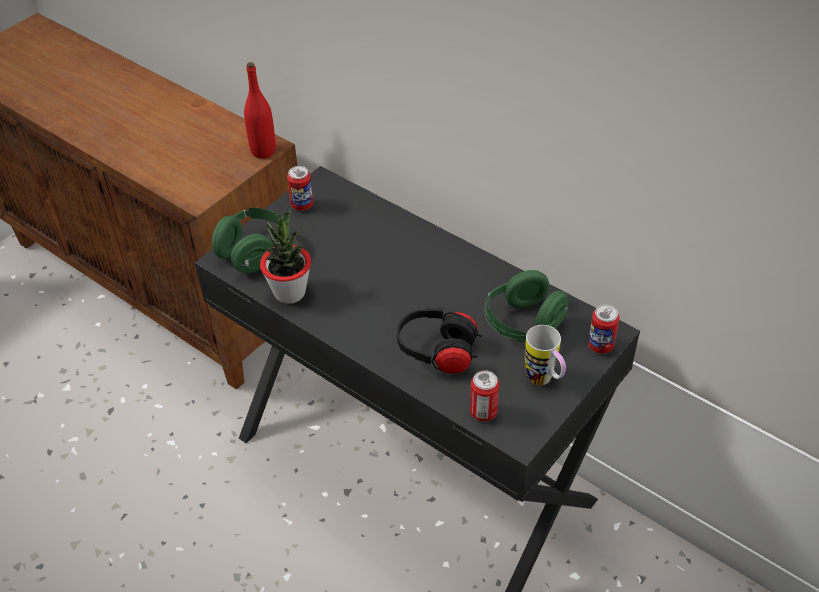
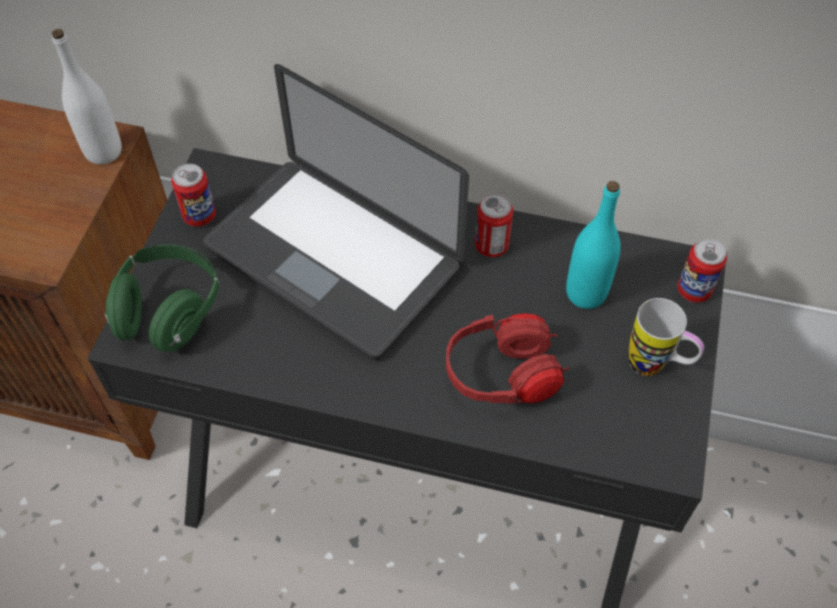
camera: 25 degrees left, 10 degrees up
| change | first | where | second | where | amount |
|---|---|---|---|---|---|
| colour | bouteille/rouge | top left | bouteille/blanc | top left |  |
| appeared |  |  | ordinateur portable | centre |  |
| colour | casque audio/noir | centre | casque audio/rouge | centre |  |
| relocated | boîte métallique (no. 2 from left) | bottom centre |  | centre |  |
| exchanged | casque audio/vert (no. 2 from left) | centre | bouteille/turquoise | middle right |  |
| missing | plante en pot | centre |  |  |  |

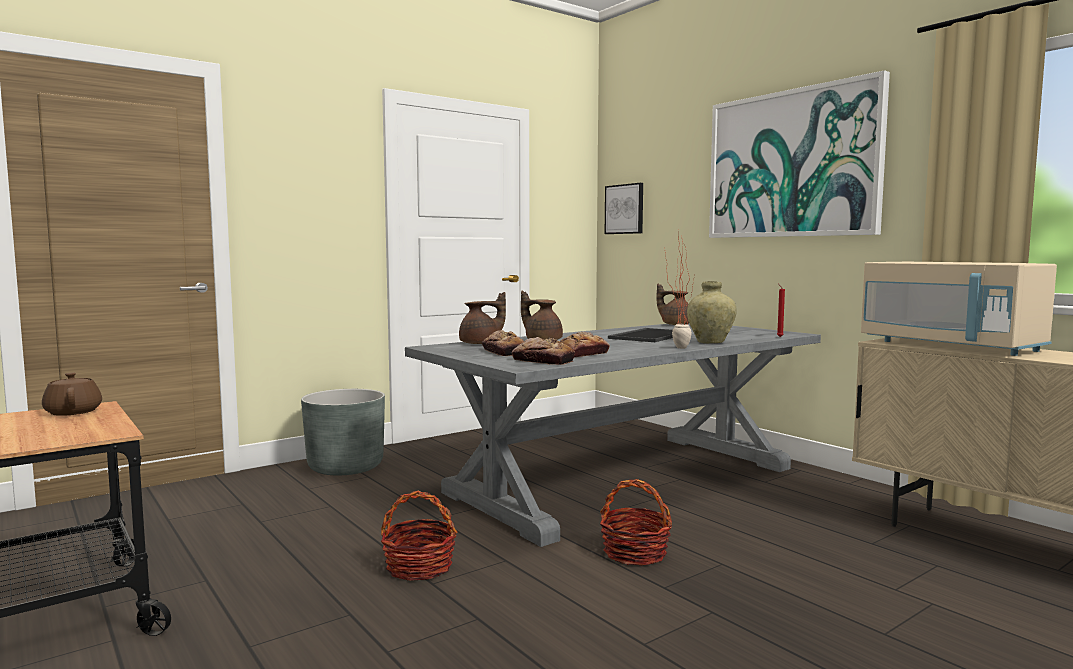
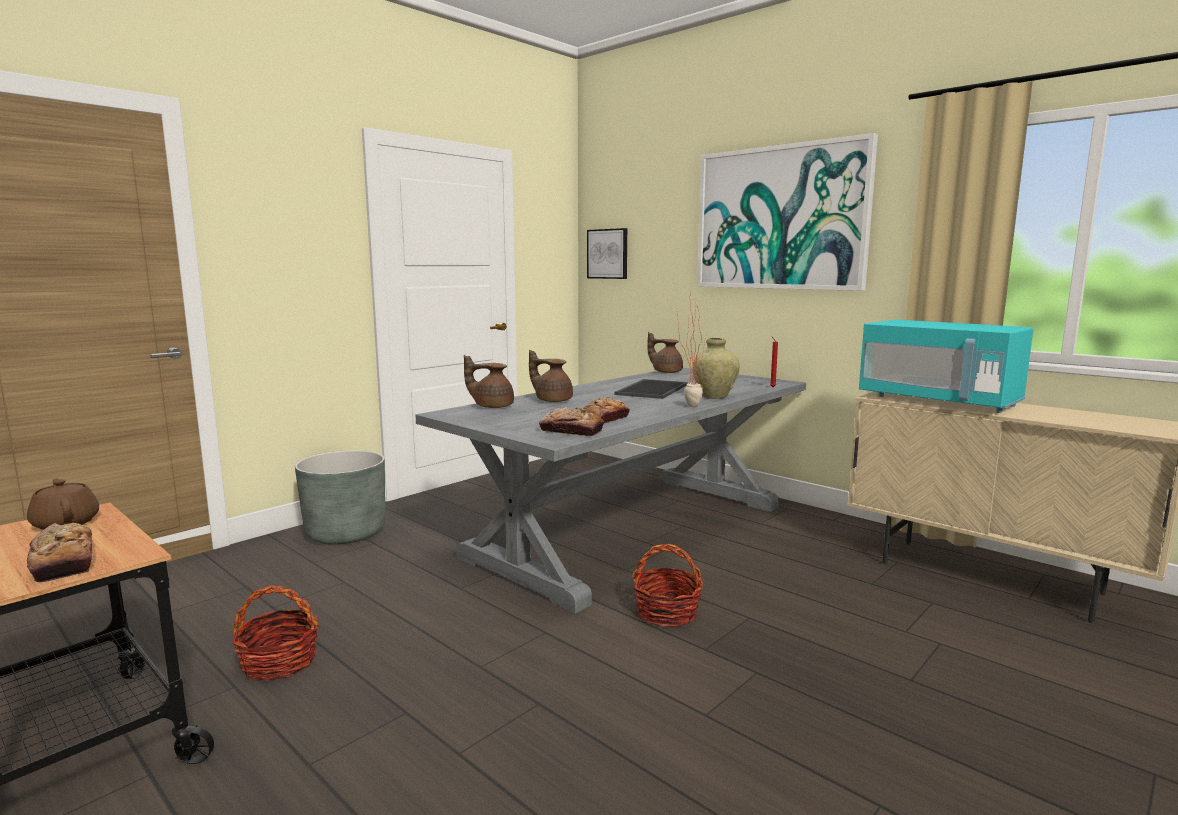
camera: 10 degrees left, 5 degrees up
| change | first | where | second | where | amount |
|---|---|---|---|---|---|
| relocated | pain (no. 1 from left) | centre |  | bottom left |  |
| relocated | panier (no. 1 from left) | bottom centre |  | bottom left |  |
| spun | théière/marron (no. 2 from left) | centre |  | centre | 150 degrees counterclockwise |
| colour | micro-ondes/beige | middle right | micro-ondes/turquoise | middle right |  |

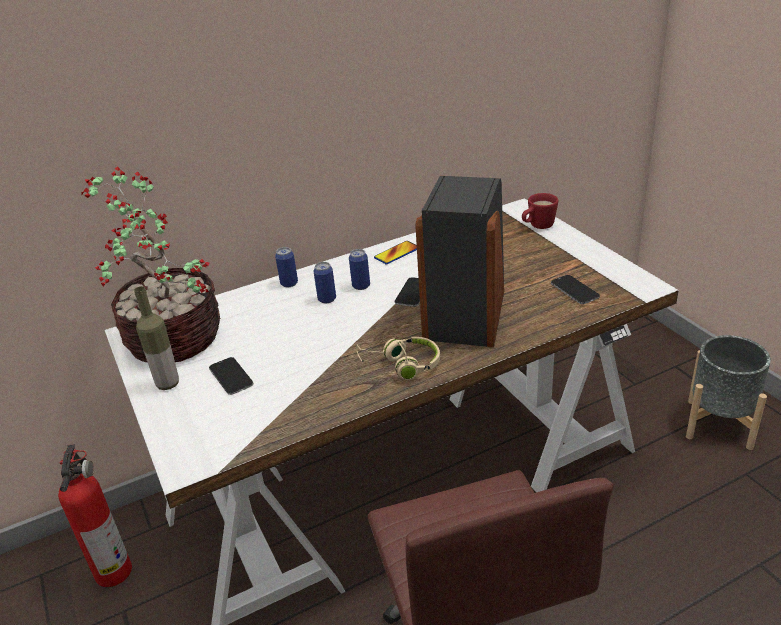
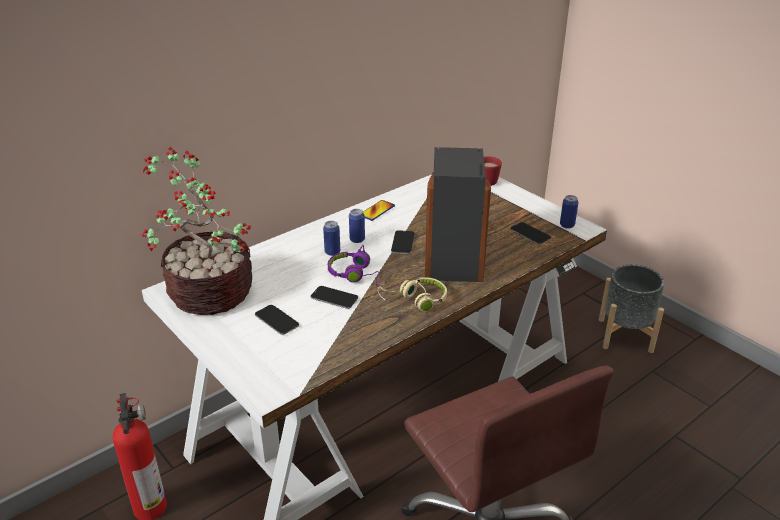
camera: 15 degrees left, 0 degrees up
| change | first | where | second | where | amount |
|---|---|---|---|---|---|
| appeared |  |  | téléphone (no. 2 from left) | centre |  |
| appeared |  |  | casque audio/violet | centre |  |
| relocated | boîte métallique (no. 1 from left in the first image) | centre | boîte métallique (no. 3 from left) | middle right |  |
| missing | bouteille | middle left |  |  |  |

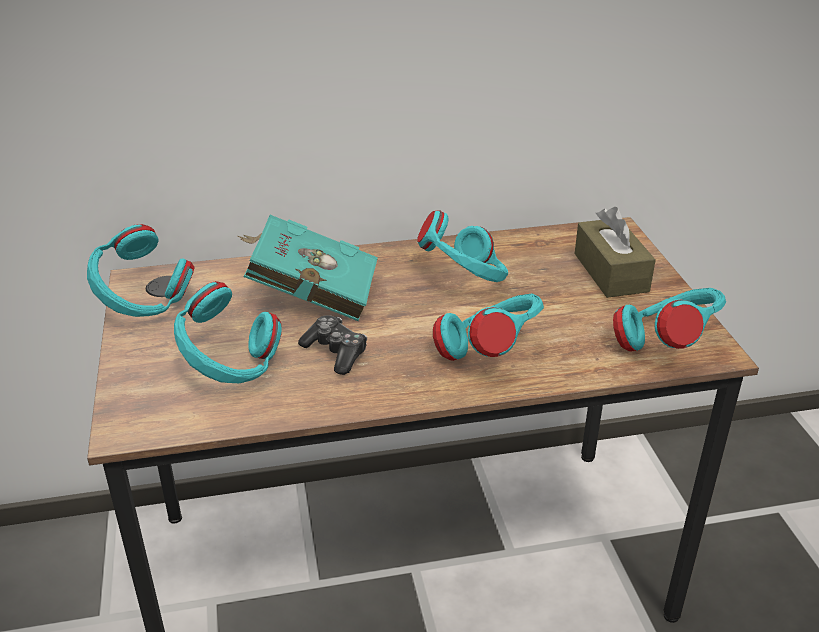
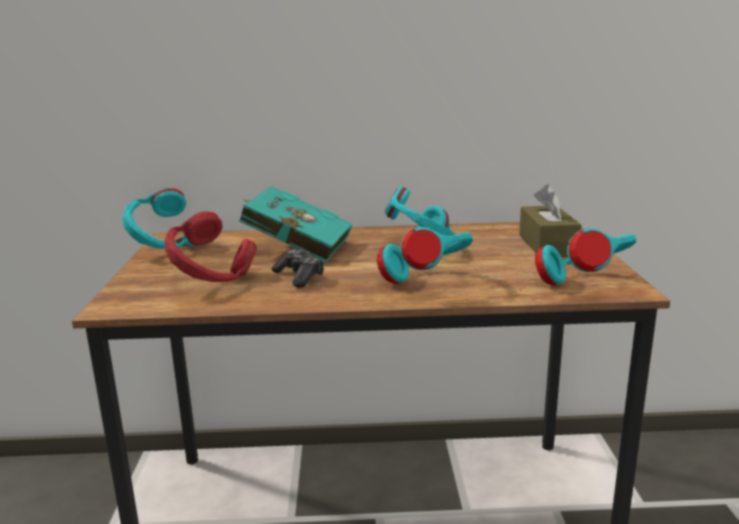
camera: 10 degrees right, 15 degrees down
| change | first | where | second | where | amount |
|---|---|---|---|---|---|
| colour | casque audio/turquoise (no. 2 from left) | middle left | casque audio/rouge | middle left |  |

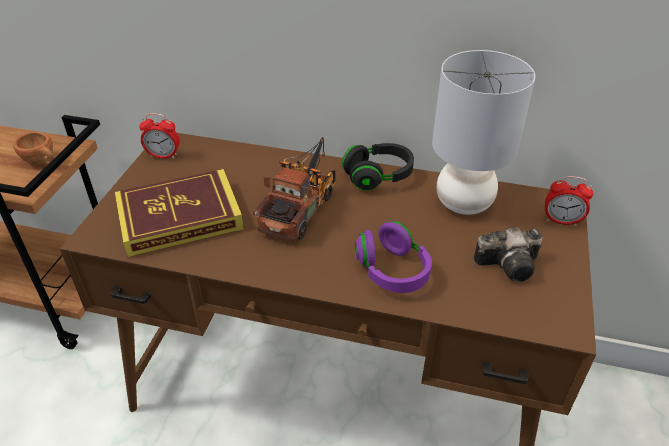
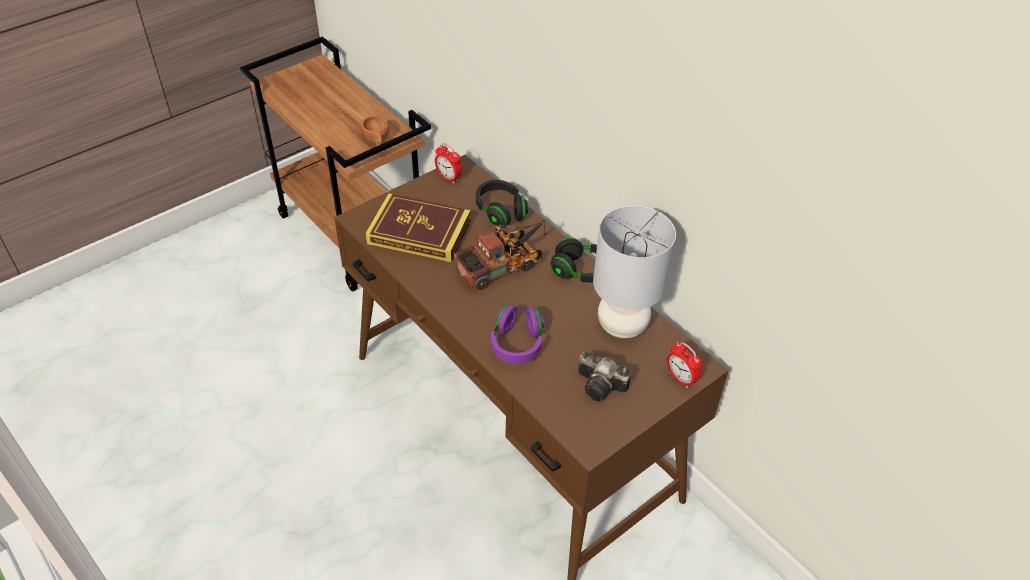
camera: 35 degrees right, 5 degrees up
| change | first | where | second | where | amount |
|---|---|---|---|---|---|
| appeared |  |  | casque audio/noir (no. 1 from left) | centre |  |

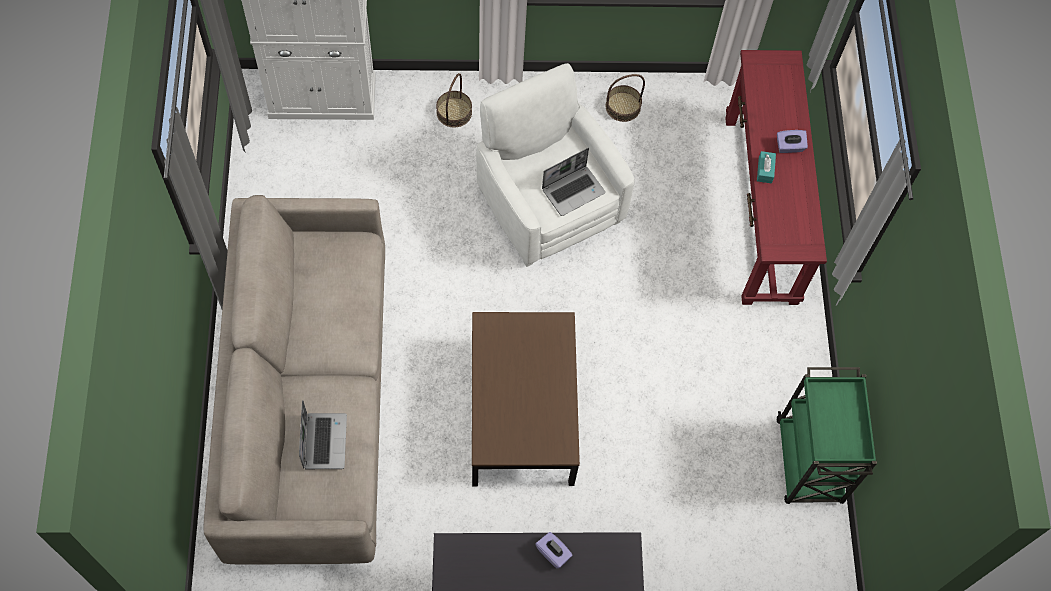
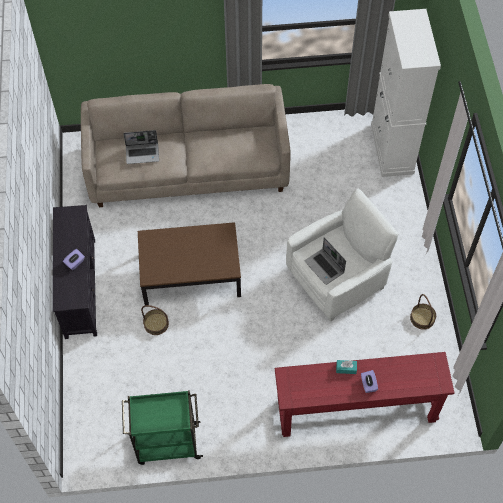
camera: 90 degrees right, 5 degrees down
| change | first | where | second | where | amount |
|---|---|---|---|---|---|
| relocated | panier (no. 1 from left) | top centre |  | middle left |  |

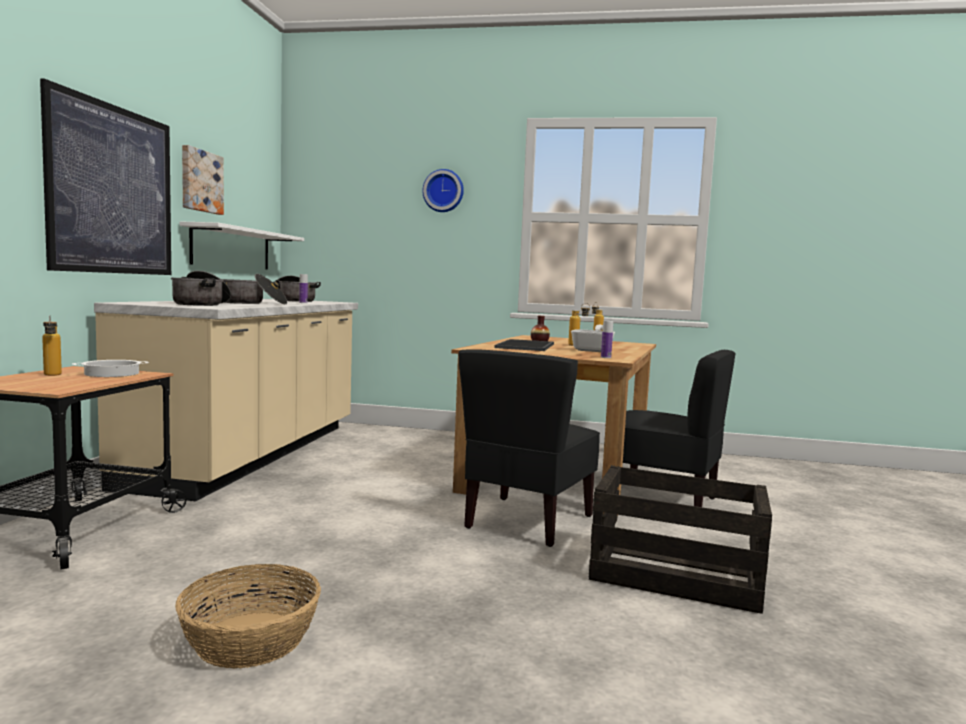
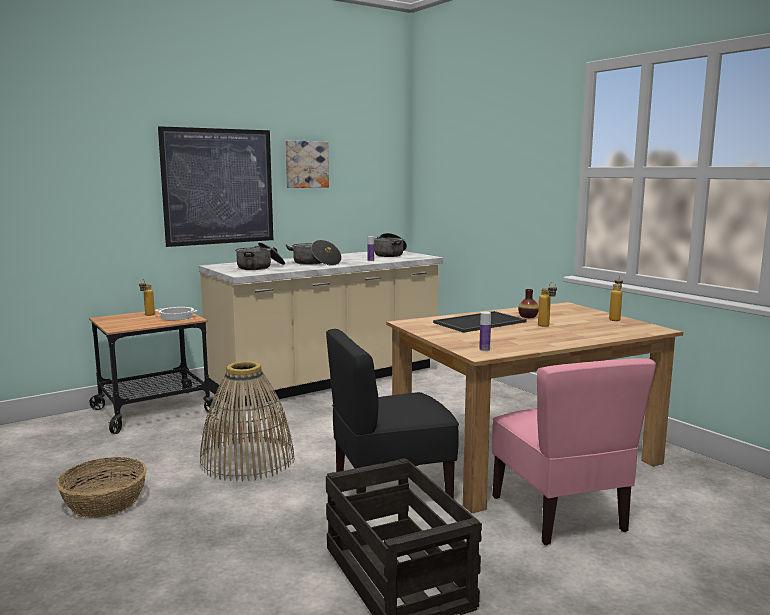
camera: 45 degrees right, 5 degrees up
| change | first | where | second | where | amount |
|---|---|---|---|---|---|
| appeared |  |  | panier (no. 2 from left) | bottom left |  |
| colour | chaise/noir (no. 2 from left) | middle right | chaise/rose | bottom right |  |
| missing | étagère/blanc | middle left |  |  |  |
| missing | horloge murale | top centre |  |  |  |
| missing | poêle | centre |  |  |  |

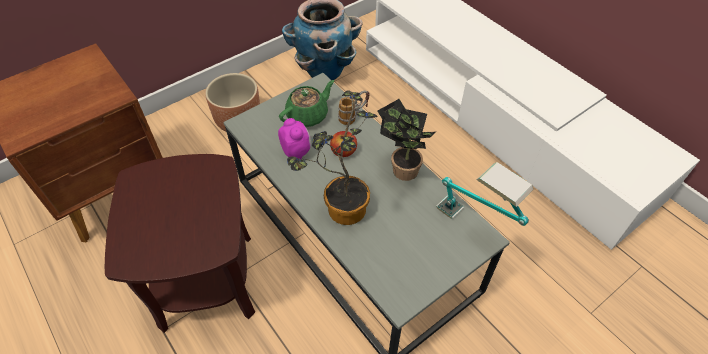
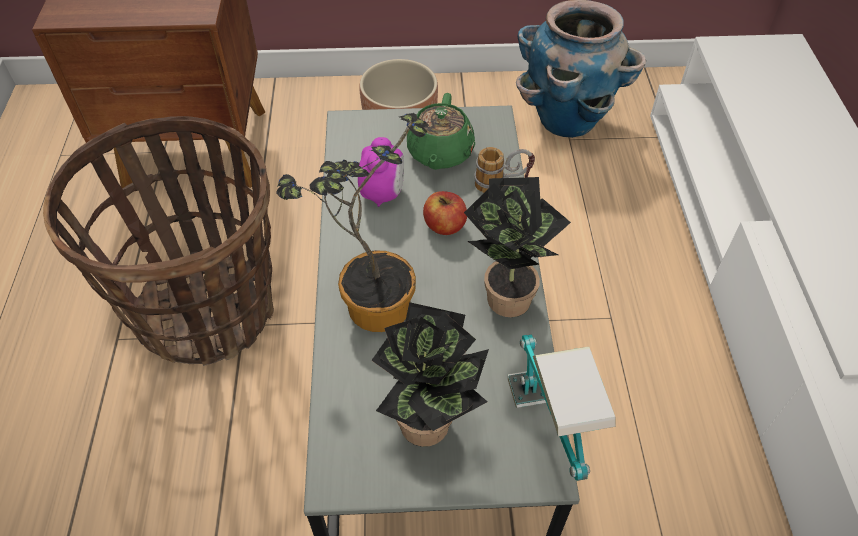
camera: 35 degrees right, 0 degrees up
| change | first | where | second | where | amount |
|---|---|---|---|---|---|
| exchanged | table d'appoint/marron | bottom left | panier | middle left |  |
| appeared |  |  | plante en pot (no. 2 from left) | bottom centre |  |
| spun | théière/vert | top centre |  | top centre | 105 degrees clockwise |

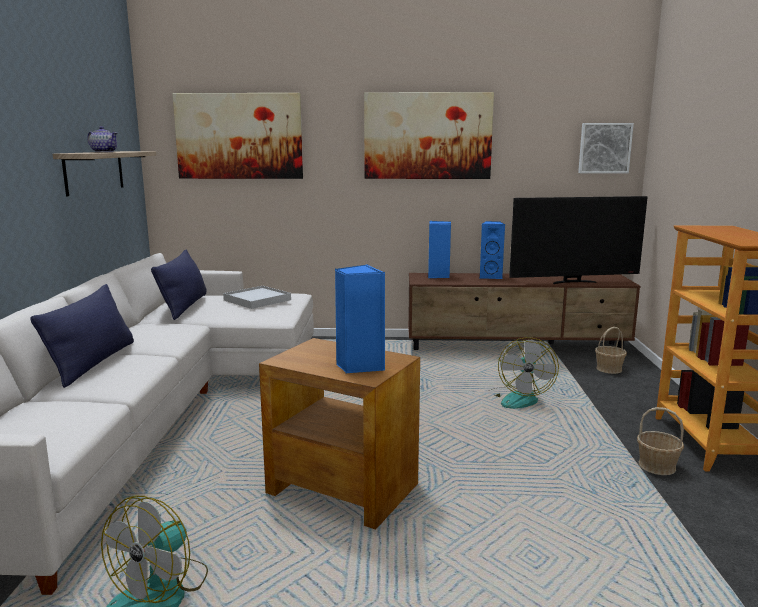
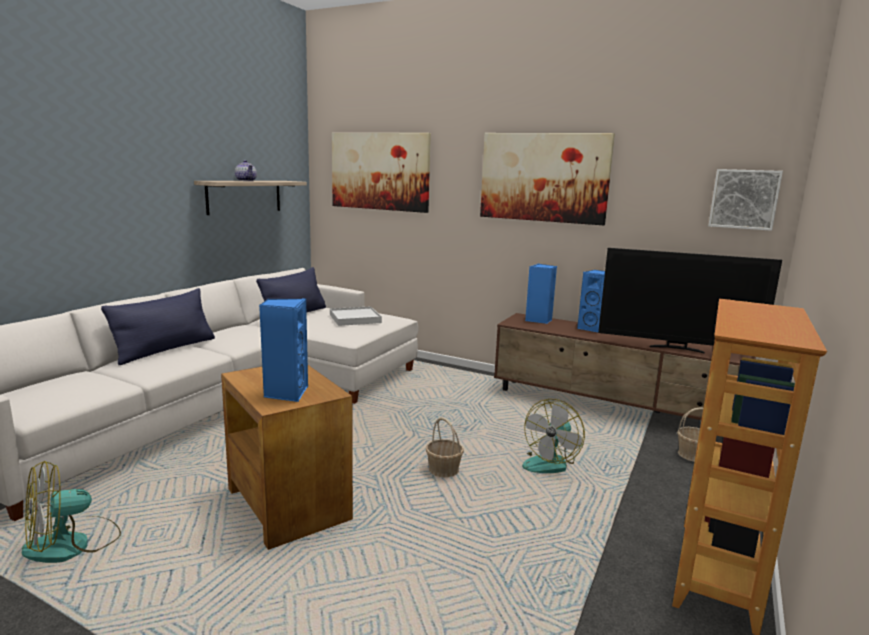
camera: 25 degrees right, 0 degrees up
| change | first | where | second | where | amount |
|---|---|---|---|---|---|
| relocated | panier (no. 2 from left in the first image) | bottom right | panier (no. 1 from left) | bottom centre |  |

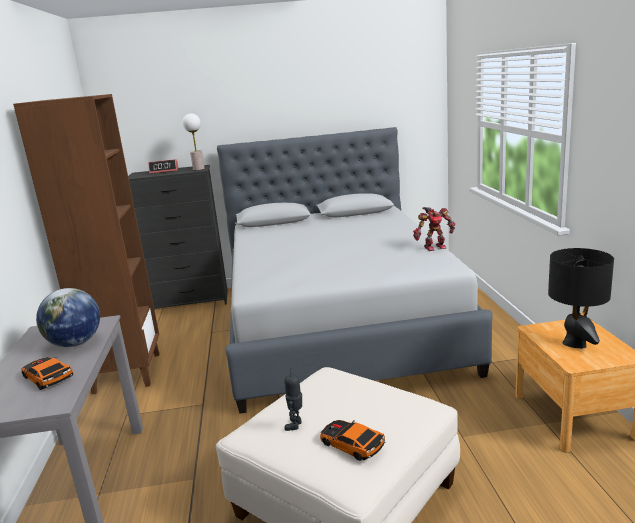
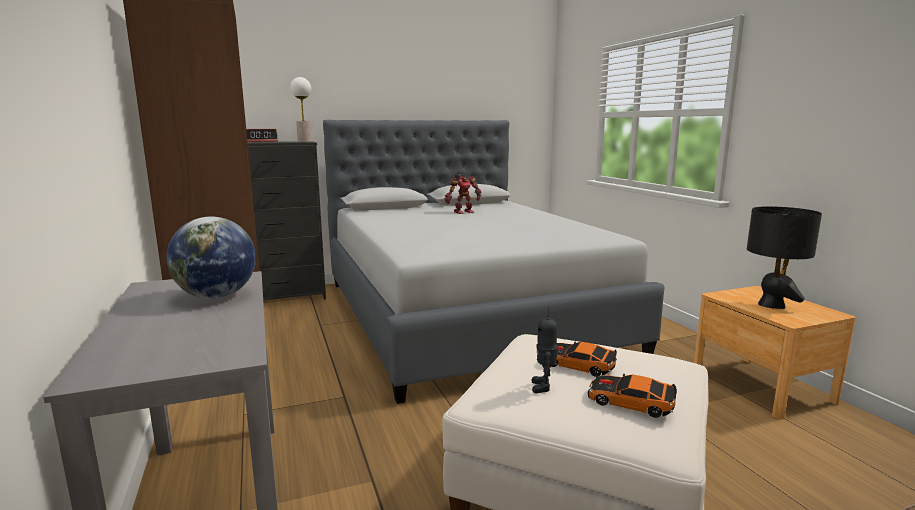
camera: 15 degrees left, 5 degrees down
| change | first | where | second | where | amount |
|---|---|---|---|---|---|
| relocated | robot jouet (no. 2 from left in the first image) | middle right | robot jouet (no. 1 from left) | centre |  |
| relocated | petite voiture (no. 1 from left) | bottom left |  | bottom centre |  |

